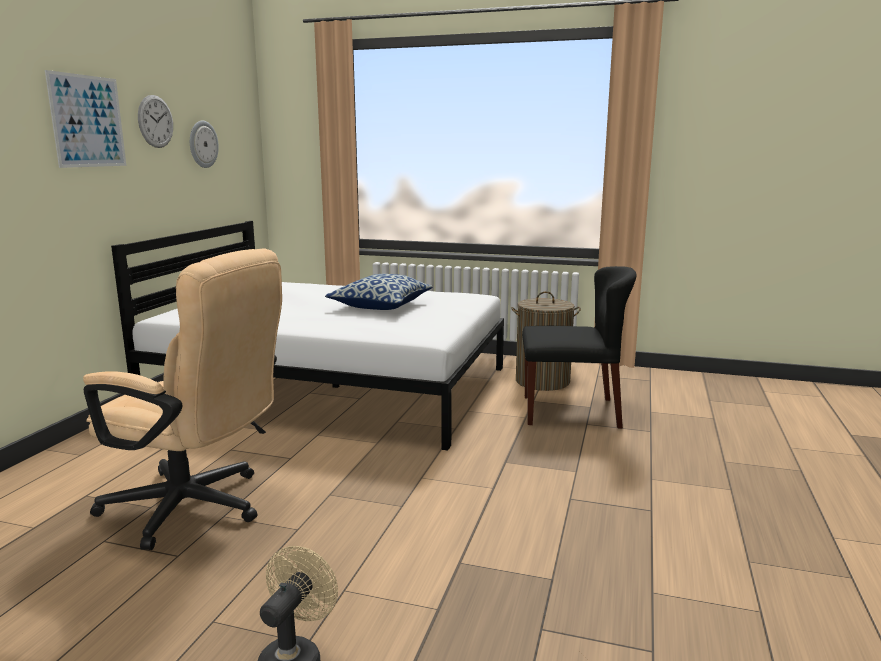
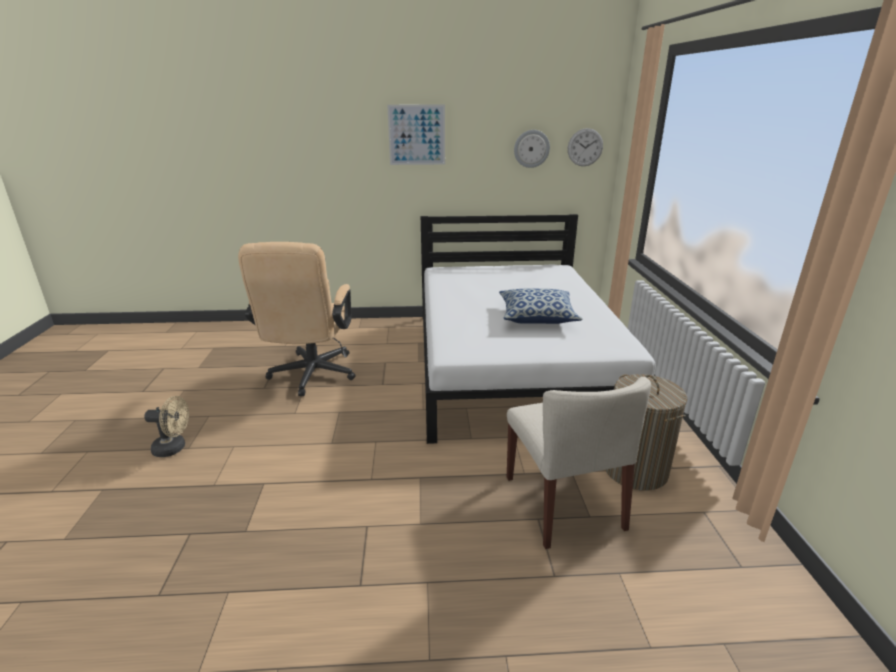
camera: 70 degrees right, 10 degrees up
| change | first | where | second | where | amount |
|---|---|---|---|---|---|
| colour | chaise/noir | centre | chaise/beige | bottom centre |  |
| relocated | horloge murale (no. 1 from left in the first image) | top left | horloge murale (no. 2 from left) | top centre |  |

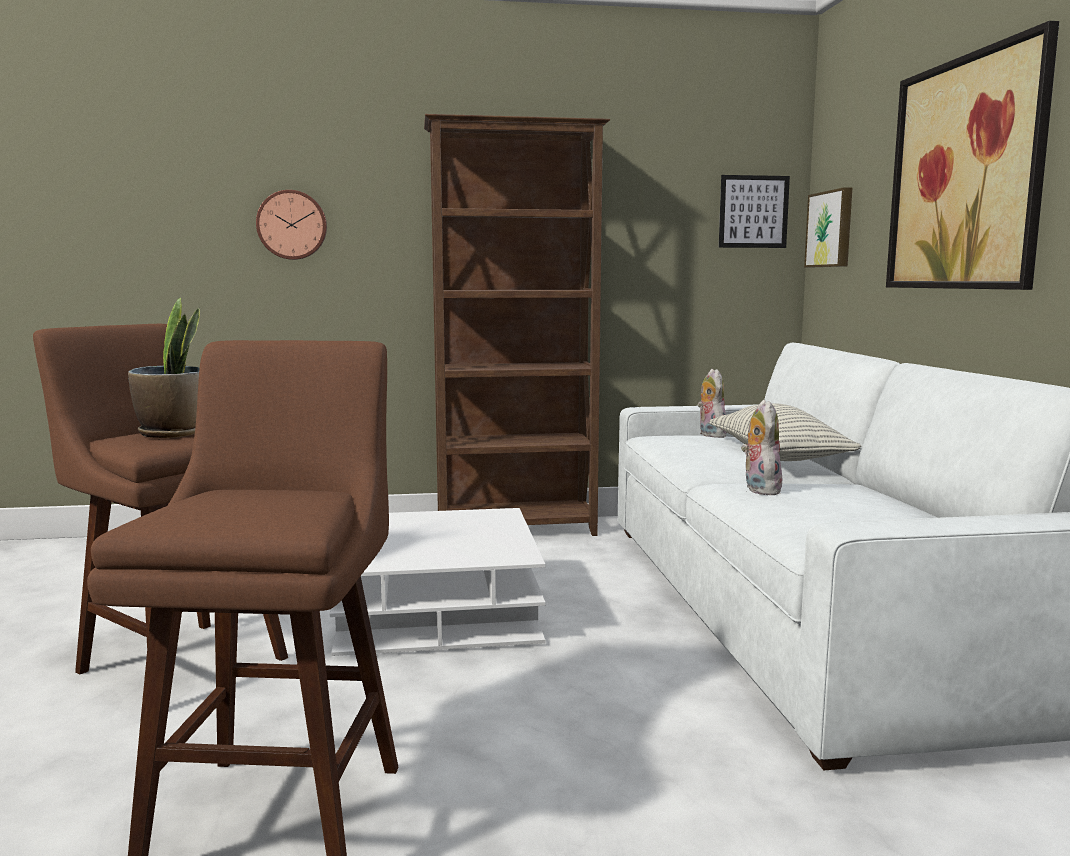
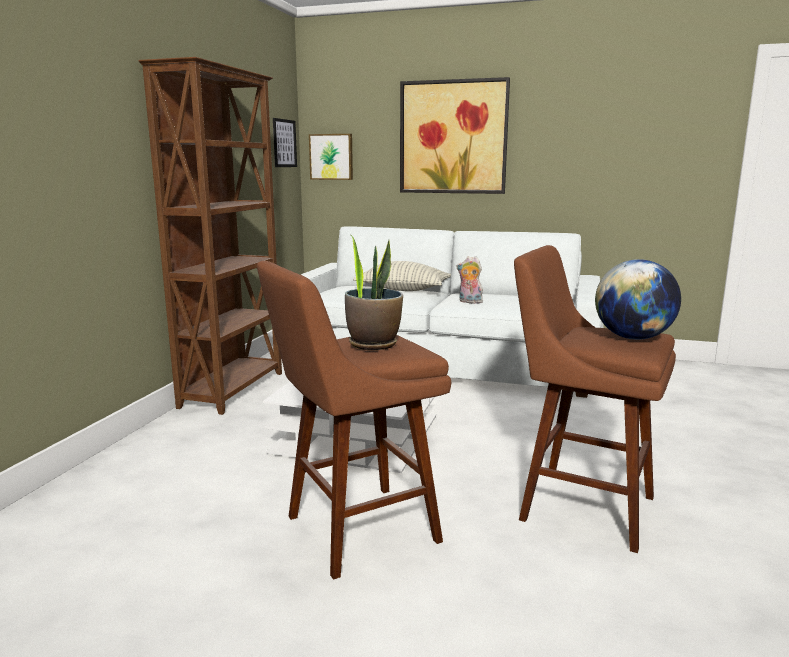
camera: 65 degrees left, 5 degrees up
| change | first | where | second | where | amount |
|---|---|---|---|---|---|
| appeared |  |  | globe | middle right |  |
| missing | horloge murale | top left |  |  |  |
| missing | peluche (no. 1 from left) | centre |  |  |  |

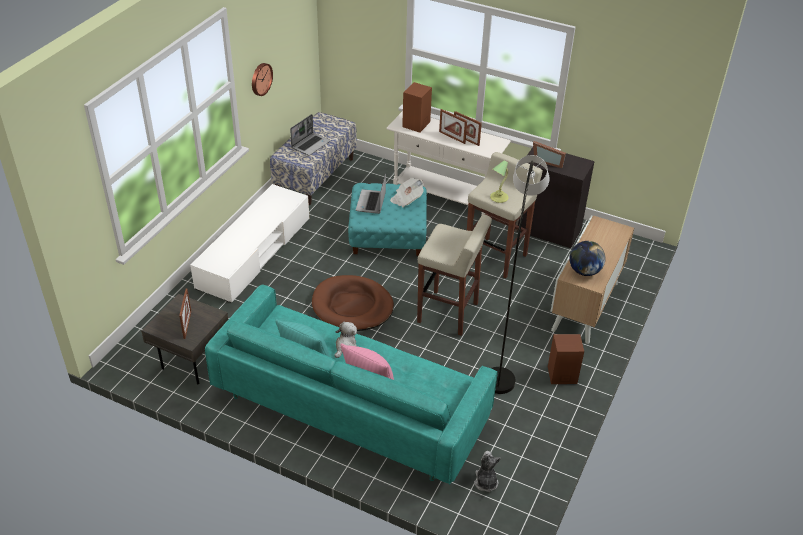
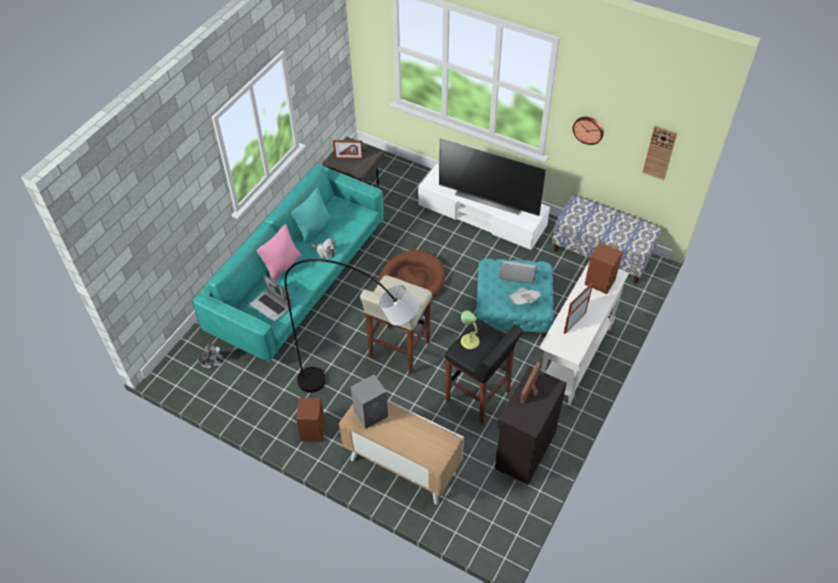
camera: 95 degrees right, 10 degrees up
| change | first | where | second | where | amount |
|---|---|---|---|---|---|
| relocated | ordinateur portable (no. 1 from left) | top centre |  | middle left |  |
| exchanged | globe | middle right | enceinte/gris | bottom centre |  |
| appeared |  |  | téléviseur | top centre |  |
| colour | tabouret/beige (no. 2 from left) | centre | tabouret/noir | centre |  |
| appeared |  |  | horloge murale (no. 2 from left) | top right |  |

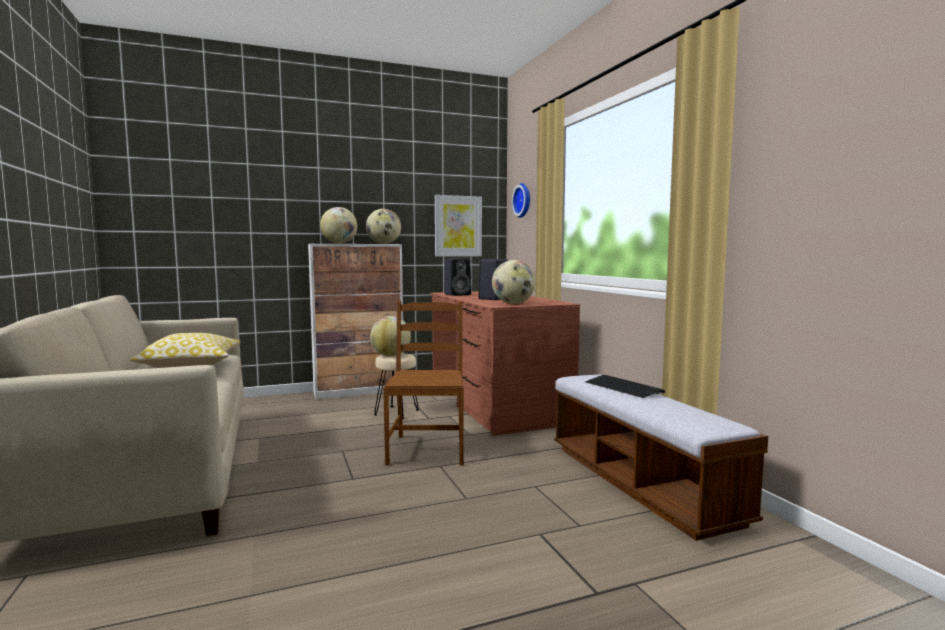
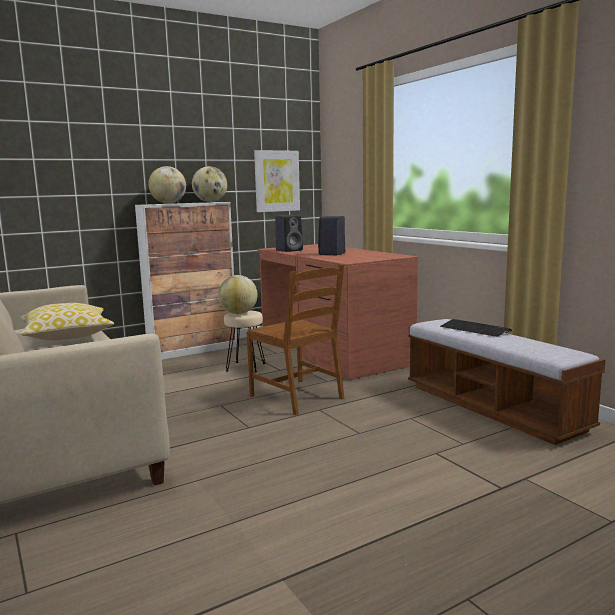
camera: 10 degrees left, 5 degrees up
| change | first | where | second | where | amount |
|---|---|---|---|---|---|
| spun | chaise/marron | centre |  | centre | 150 degrees clockwise |
| missing | globe (no. 4 from left) | centre |  |  |  |
| missing | horloge murale | top centre |  |  |  |

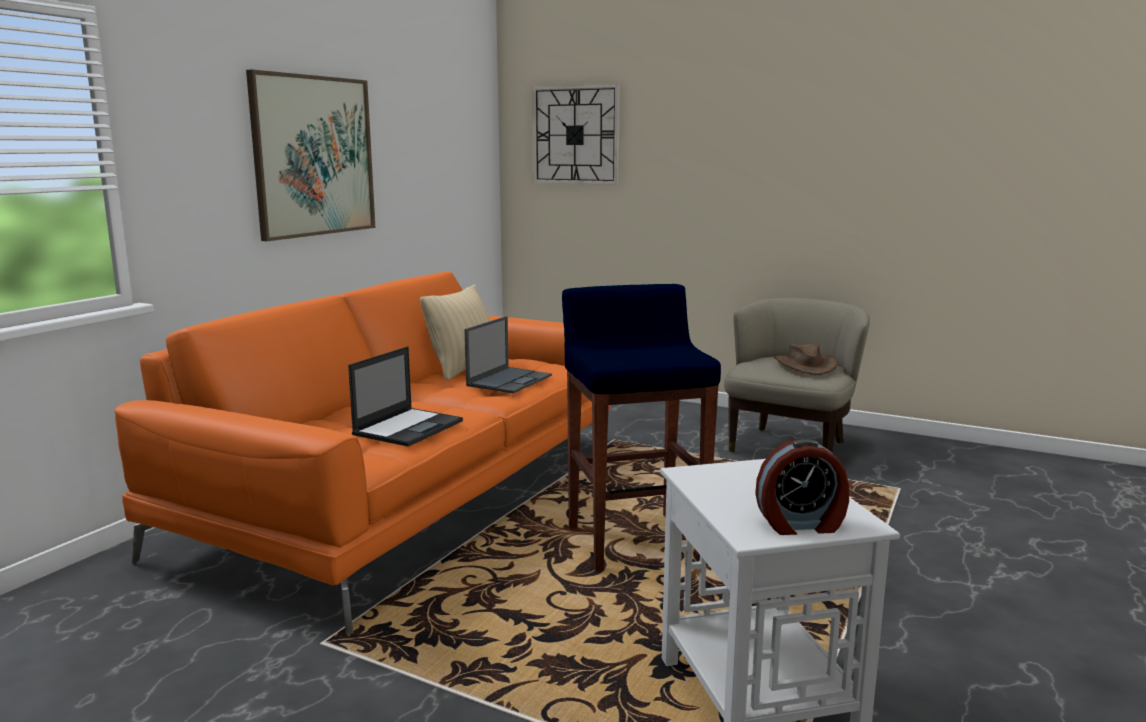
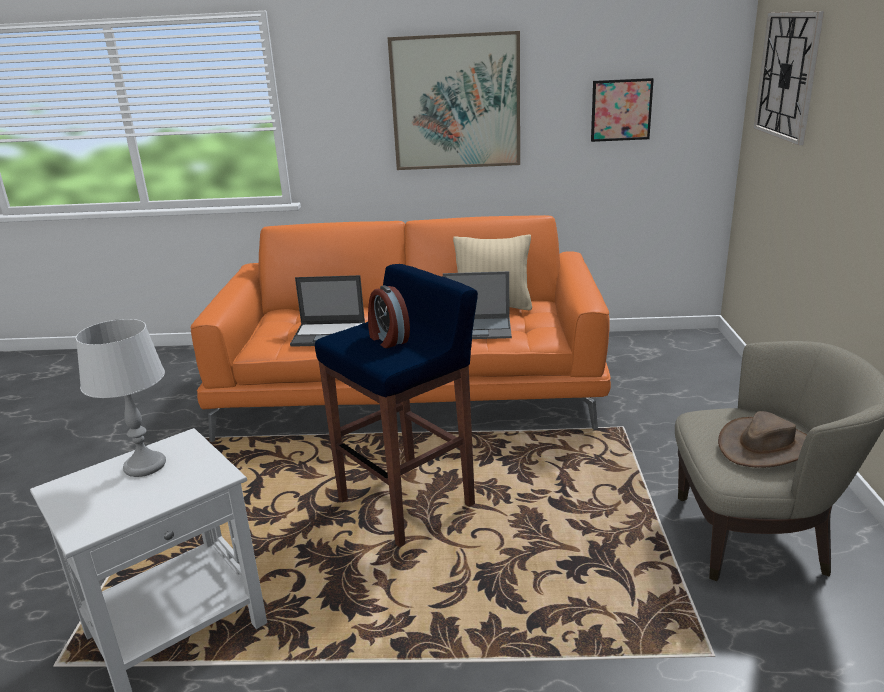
camera: 65 degrees right, 10 degrees up
| change | first | where | second | where | amount |
|---|---|---|---|---|---|
| appeared |  |  | lampe de table/gris | middle left |  |
| relocated | réveil | bottom right |  | centre |  |
| appeared |  |  | tableau (no. 2 from left) | top right |  |

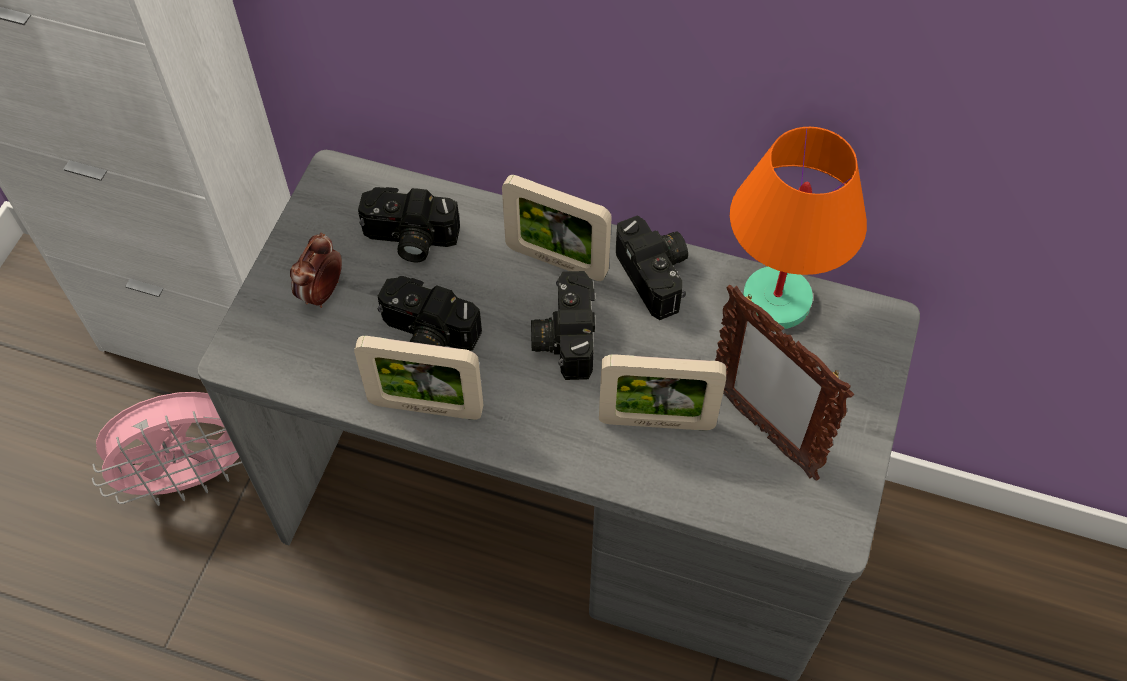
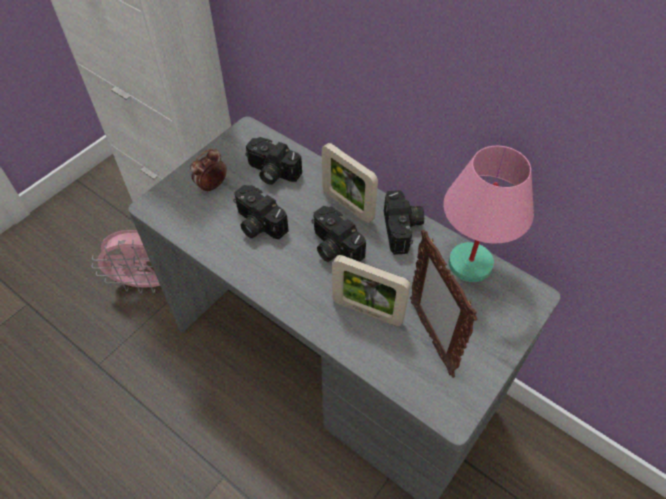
camera: 20 degrees right, 5 degrees down
| change | first | where | second | where | amount |
|---|---|---|---|---|---|
| spun | appareil photo (no. 3 from left) | centre |  | centre | 60 degrees counterclockwise |
| colour | lampe de table/orange | middle right | lampe de table/rose | middle right |  |
| missing | cadre photo (no. 1 from left) | centre |  |  |  |

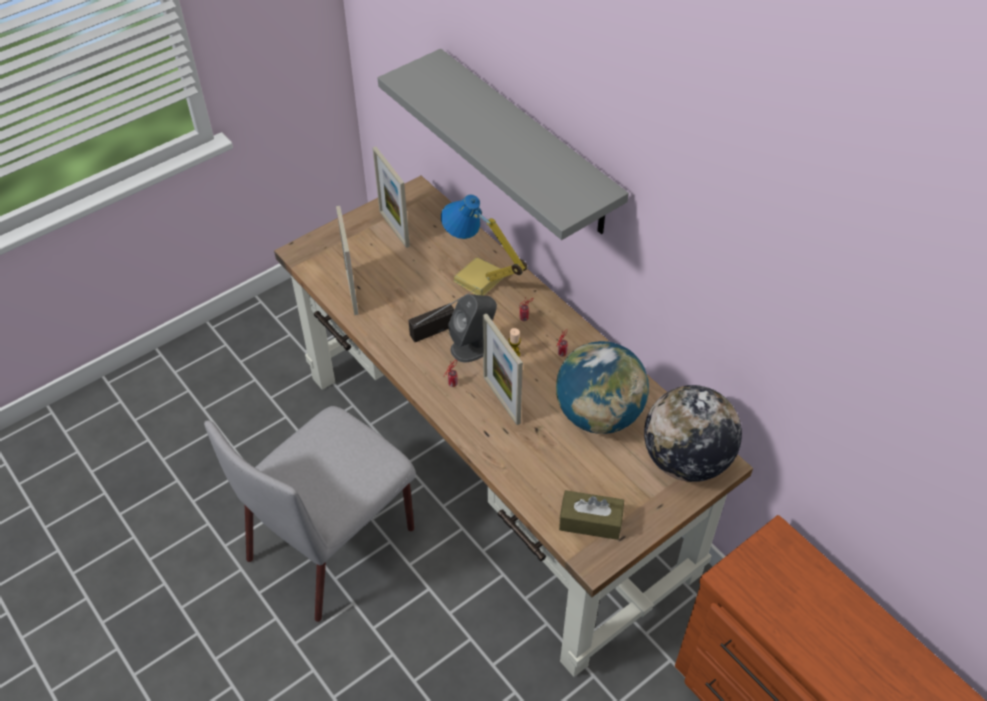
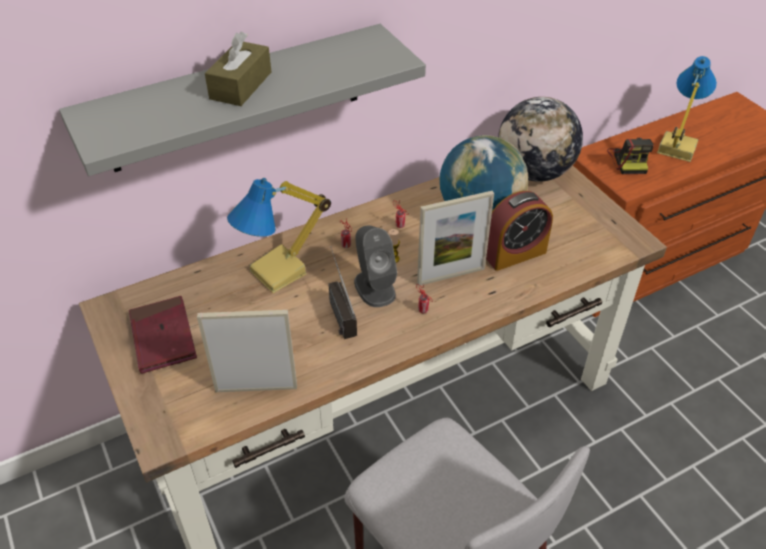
camera: 80 degrees left, 5 degrees down
| change | first | where | second | where | amount |
|---|---|---|---|---|---|
| exchanged | cadre photo (no. 2 from left) | top centre | livre/rouge | middle left |  |
| relocated | boîte à mouchoirs/marron | bottom centre |  | top left |  |
| appeared |  |  | réveil | middle right |  |
| appeared |  |  | appareil photo | top right |  |
| appeared |  |  | lampe de table (no. 2 from left) | top right |  |

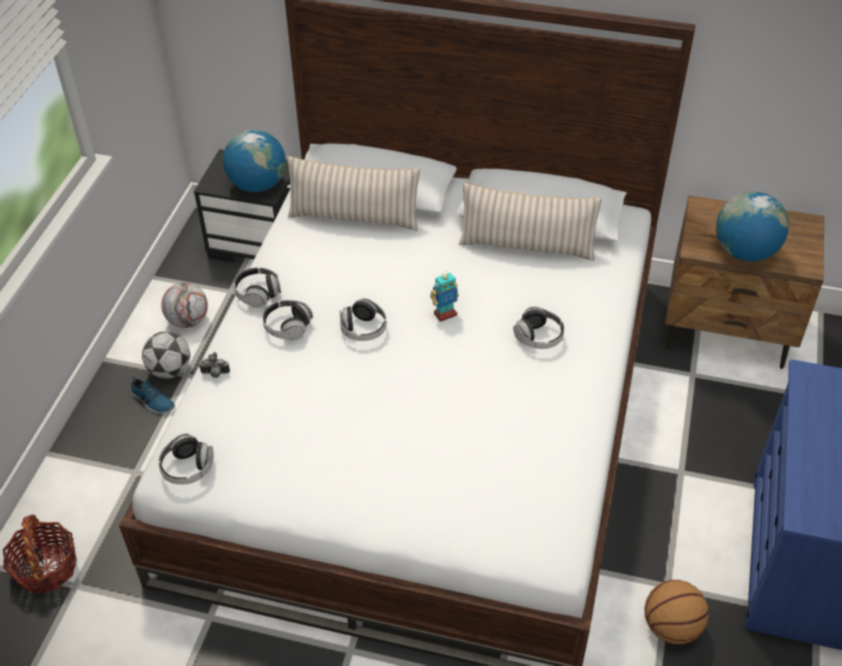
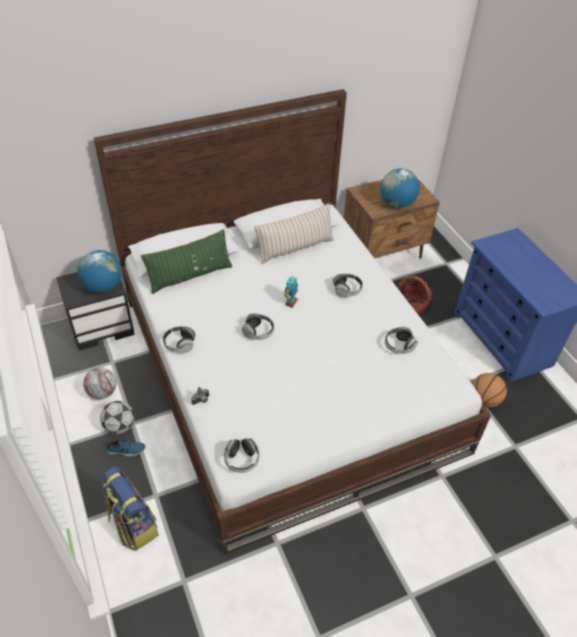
camera: 40 degrees left, 0 degrees up
| change | first | where | second | where | amount |
|---|---|---|---|---|---|
| appeared |  |  | sac à dos | bottom left |  |
| colour | coussin/beige (no. 1 from left) | top centre | coussin/vert | middle left |  |
| relocated | casque audio (no. 3 from left in the first image) | centre | casque audio (no. 5 from left) | middle right |  |
| relocated | panier | bottom left |  | middle right |  |

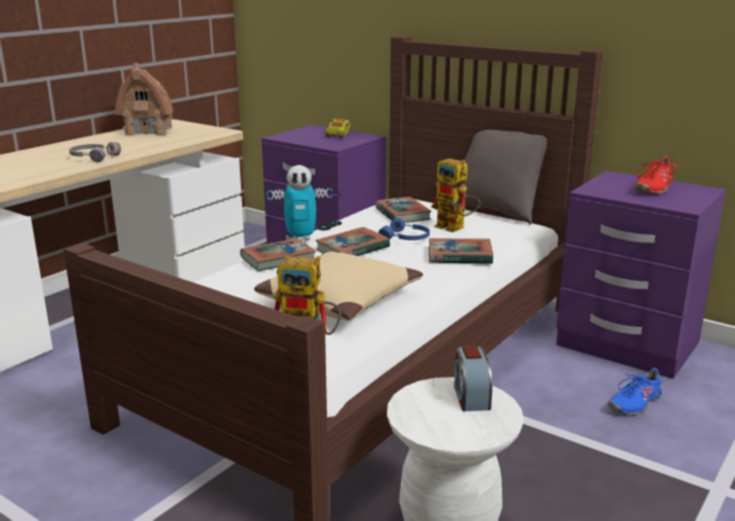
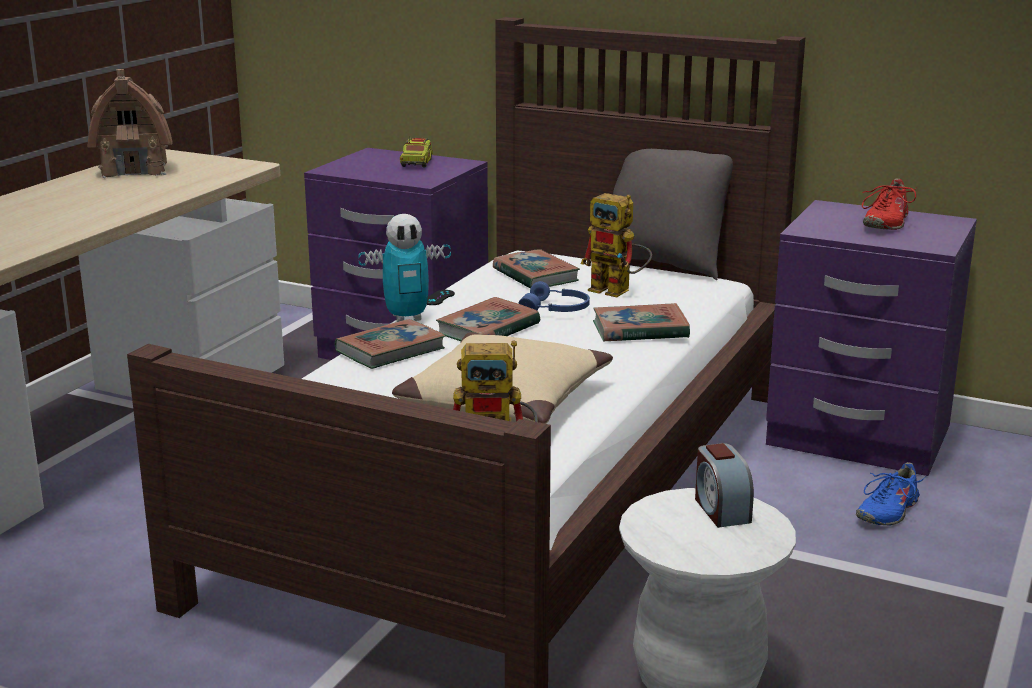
camera: 10 degrees left, 0 degrees up
| change | first | where | second | where | amount |
|---|---|---|---|---|---|
| missing | casque audio/gris | top left |  |  |  |

